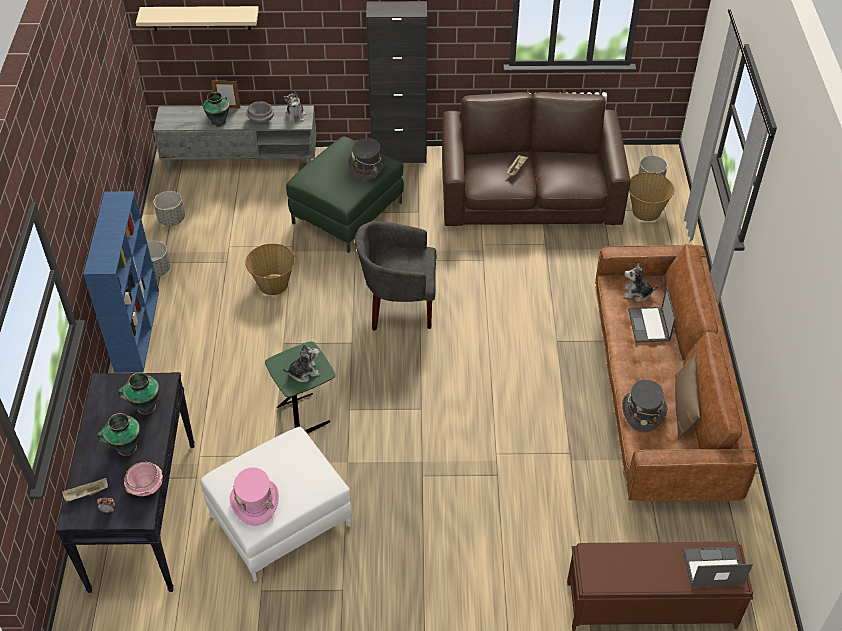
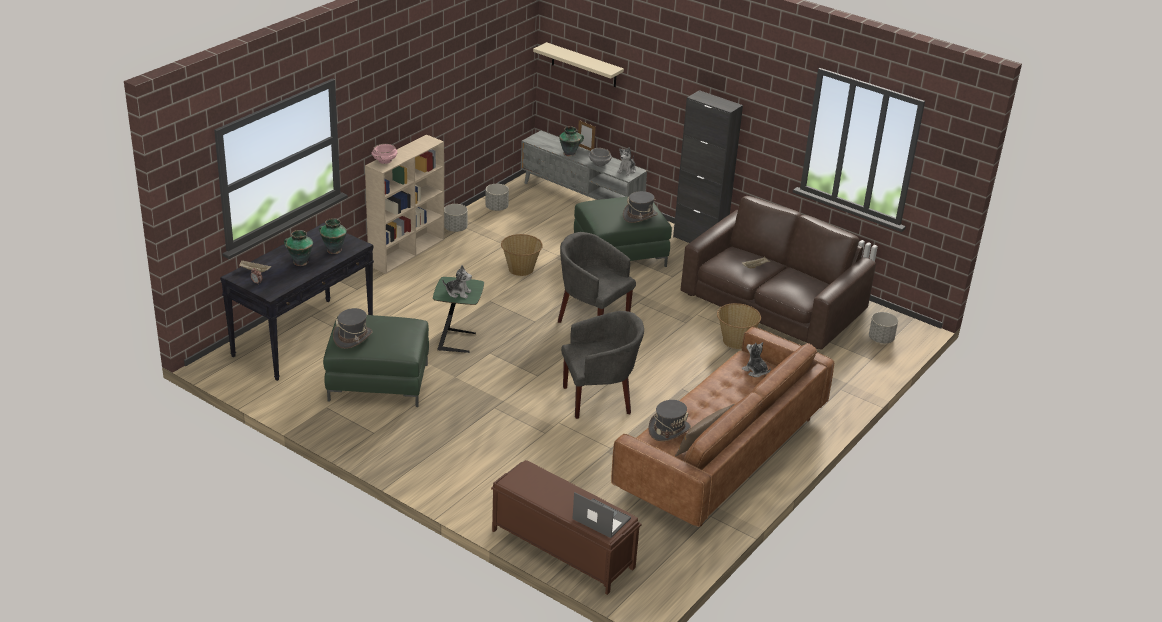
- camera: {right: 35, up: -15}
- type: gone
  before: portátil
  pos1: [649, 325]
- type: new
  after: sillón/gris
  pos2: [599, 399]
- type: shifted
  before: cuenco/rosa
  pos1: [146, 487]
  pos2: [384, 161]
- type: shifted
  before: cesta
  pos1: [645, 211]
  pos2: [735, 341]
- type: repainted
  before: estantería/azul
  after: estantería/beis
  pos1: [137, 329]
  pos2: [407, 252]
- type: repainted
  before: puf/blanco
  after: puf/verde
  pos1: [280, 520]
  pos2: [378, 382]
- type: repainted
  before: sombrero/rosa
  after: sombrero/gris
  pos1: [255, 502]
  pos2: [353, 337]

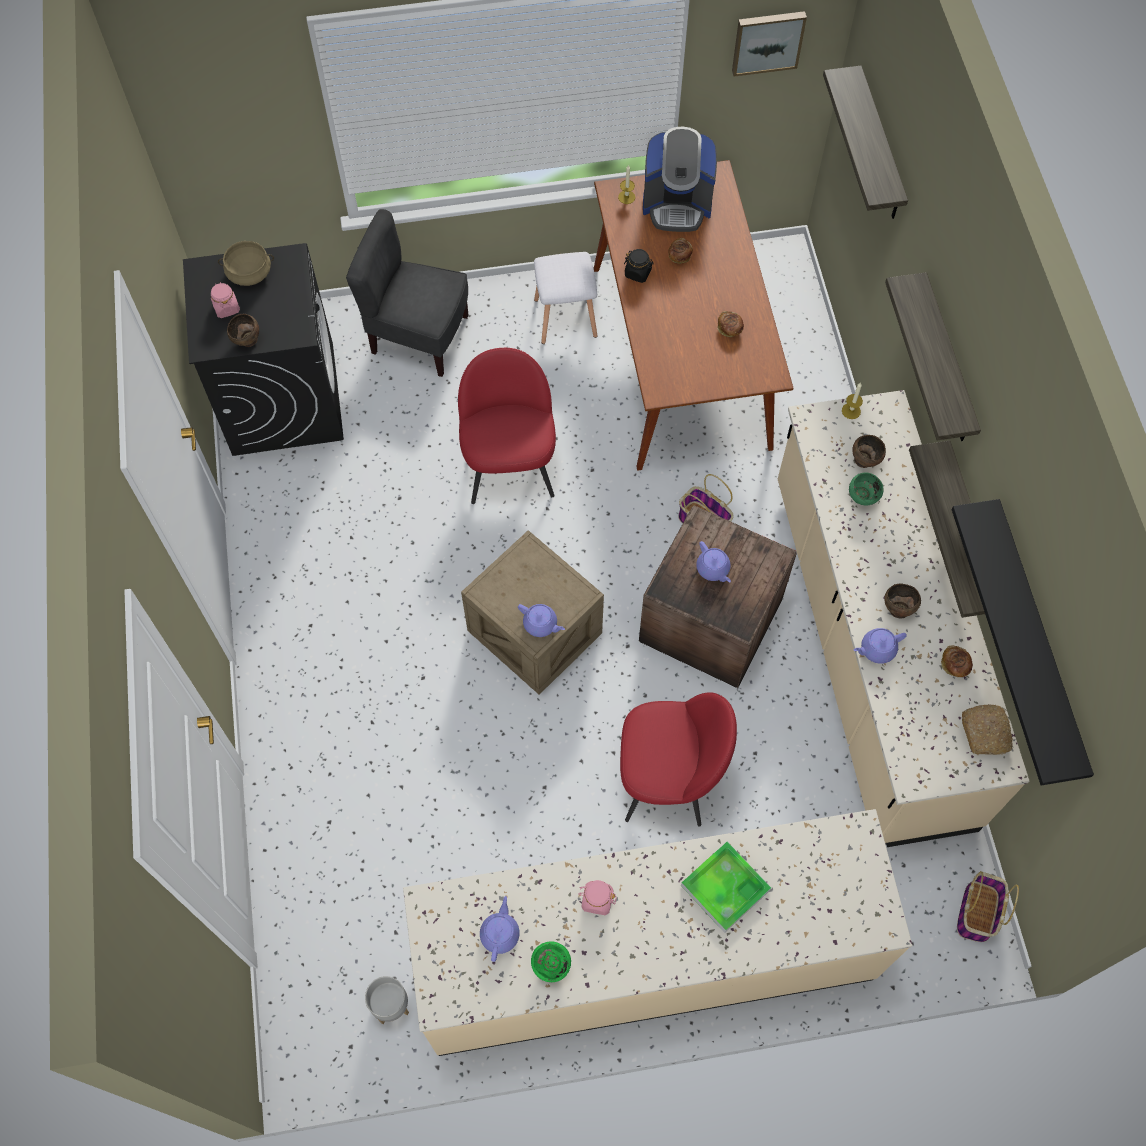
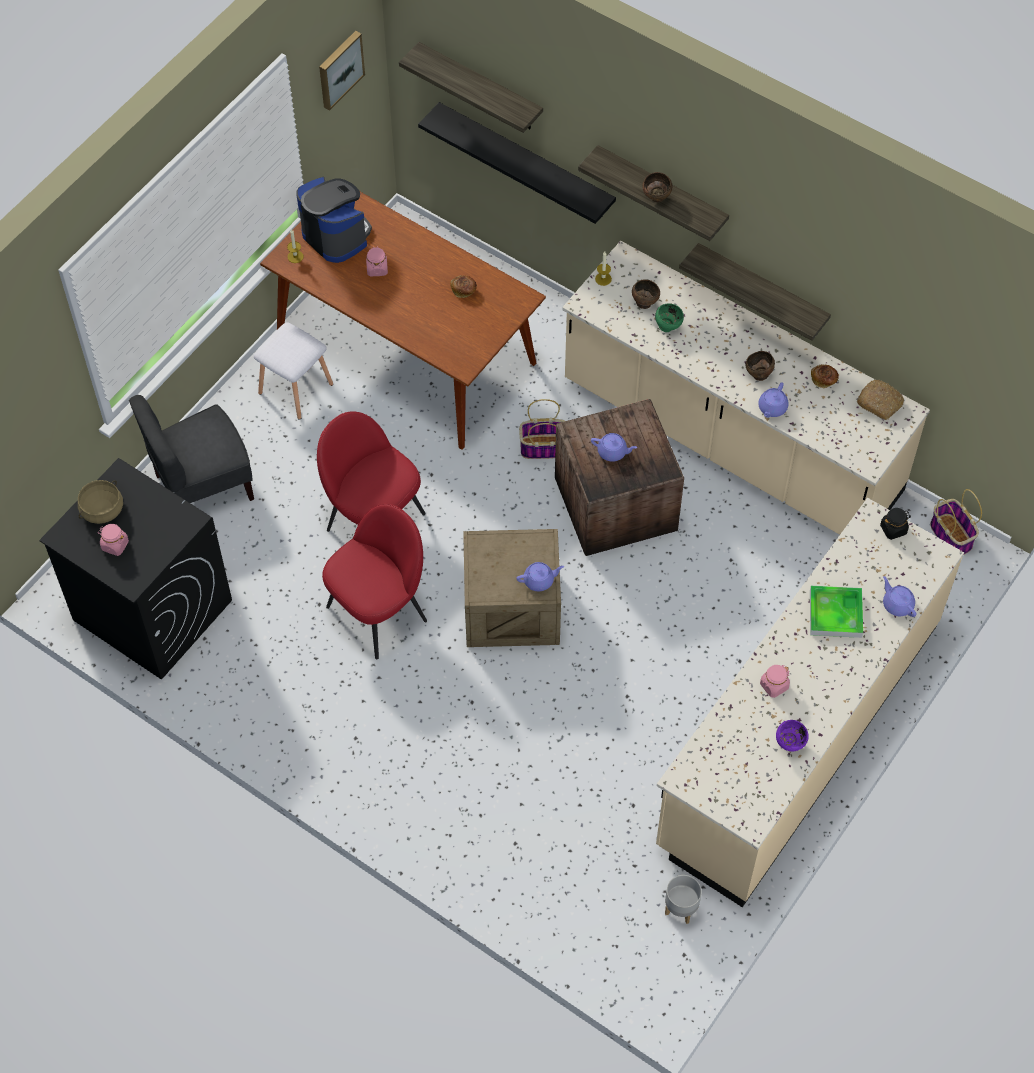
- camera: {right: -45, up: -5}
- type: shifted
  before: cuenco/marrón
  pos1: [247, 341]
  pos2: [657, 198]
- type: shifted
  before: tetera/morado
  pos1: [500, 933]
  pos2: [897, 604]
- type: shifted
  before: silla/rojo
  pos1: [668, 780]
  pos2: [379, 612]
- type: shifted
  before: tarro/negro
  pos1: [638, 273]
  pos2: [893, 529]
- type: shifted
  before: estante/negro
  pos1: [1036, 641]
  pos2: [526, 161]
- type: swapped
  before: pan
  after: tarro/rosa
  pos1: [679, 256]
  pos2: [377, 269]
- type: repainted
  before: cuenco/verde
  after: cuenco/morado
  pos1: [552, 966]
  pos2: [790, 743]
- type: rotated
  before: cafetera
  pos1: [677, 205]
  pos2: [336, 235]
  turn: -90

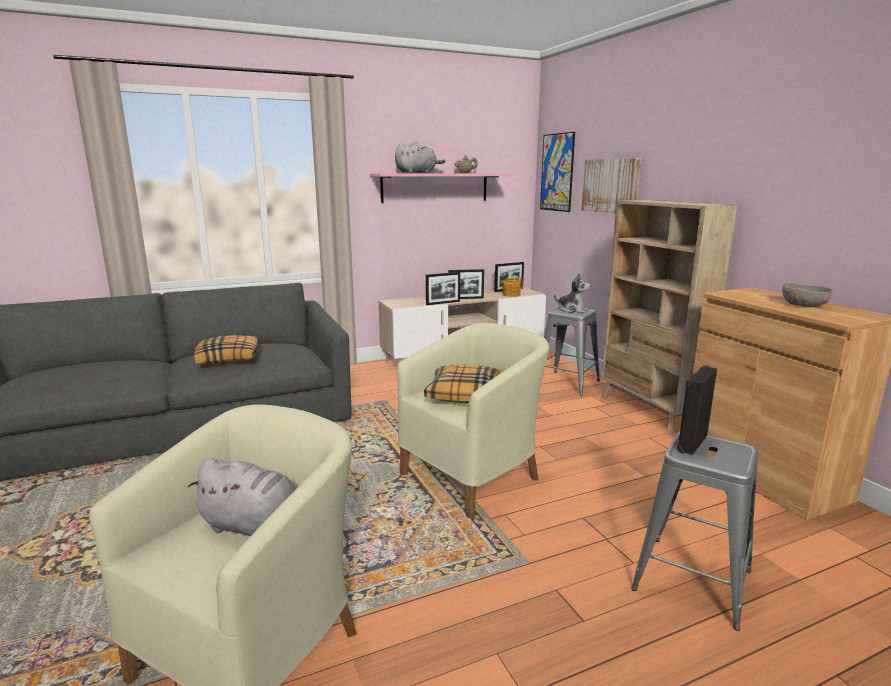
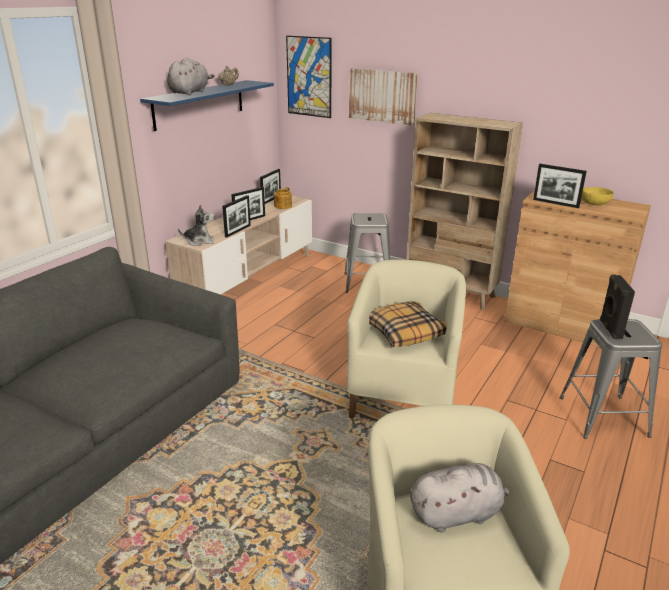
- camera: {right: -35, up: 10}
- type: gone
  before: cojín
  pos1: [229, 358]
- type: new
  after: portarretratos
  pos2: [555, 203]
- type: shifted
  before: peluche
  pos1: [572, 310]
  pos2: [199, 241]
- type: repainted
  before: estante/rosa
  after: estante/azul
  pos1: [435, 187]
  pos2: [199, 104]
- type: repainted
  before: cuenco/gris
  after: cuenco/amarillo
  pos1: [804, 305]
  pos2: [594, 203]

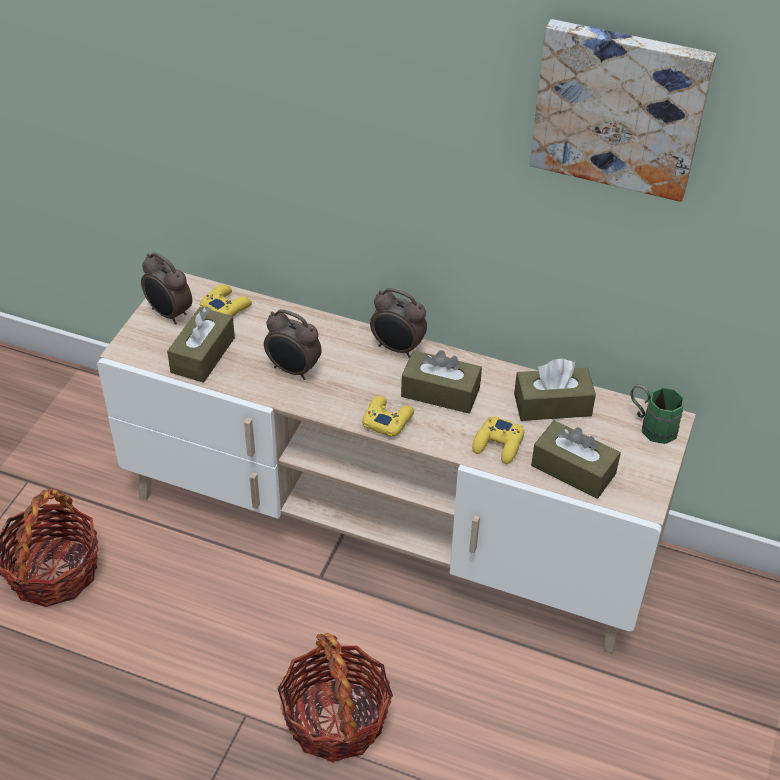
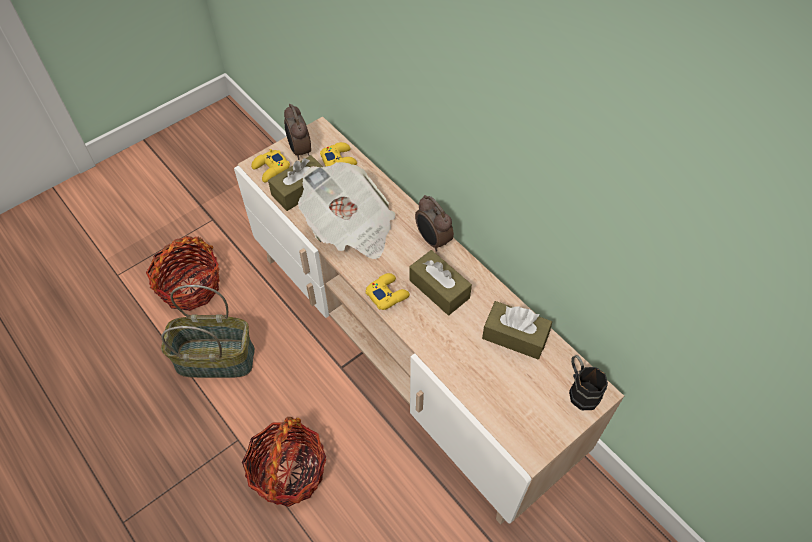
- camera: {right: 30, up: 10}
- type: gone
  before: cuadro
  pos1: [620, 107]
- type: gone
  before: caja de pañuelos/marrón
  pos1: [573, 470]
- type: new
  after: cesta
  pos2: [216, 358]
- type: shifted
  before: mando de consola/amarillo
  pos1: [498, 444]
  pos2: [271, 169]
- type: swapped
  before: despertador
  after: periódico
  pos1: [293, 370]
  pos2: [350, 227]
- type: repainted
  before: taza grande/verde
  after: taza grande/negro
  pos1: [651, 426]
  pos2: [580, 389]

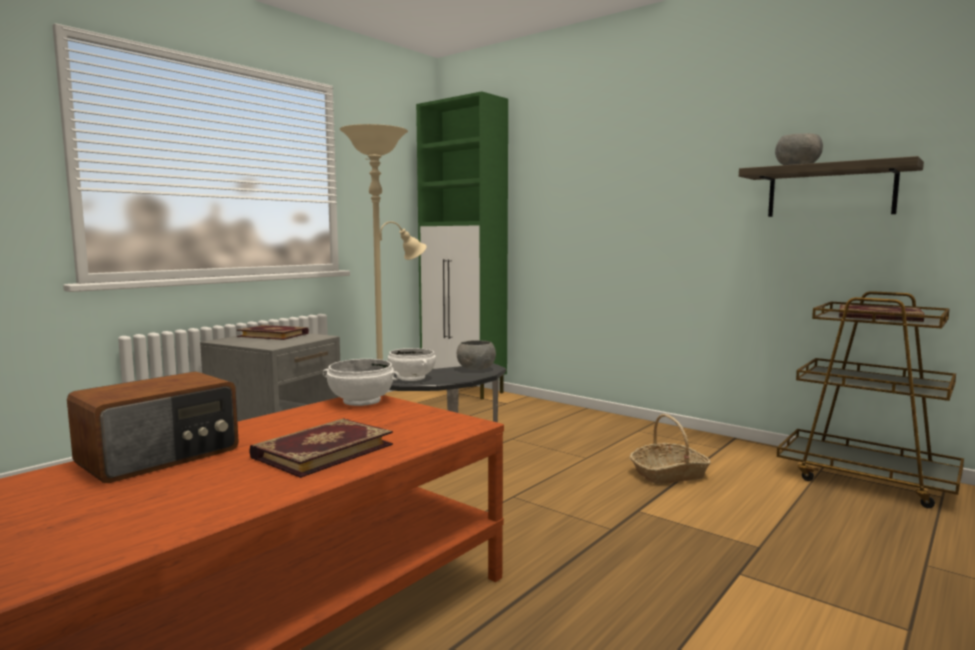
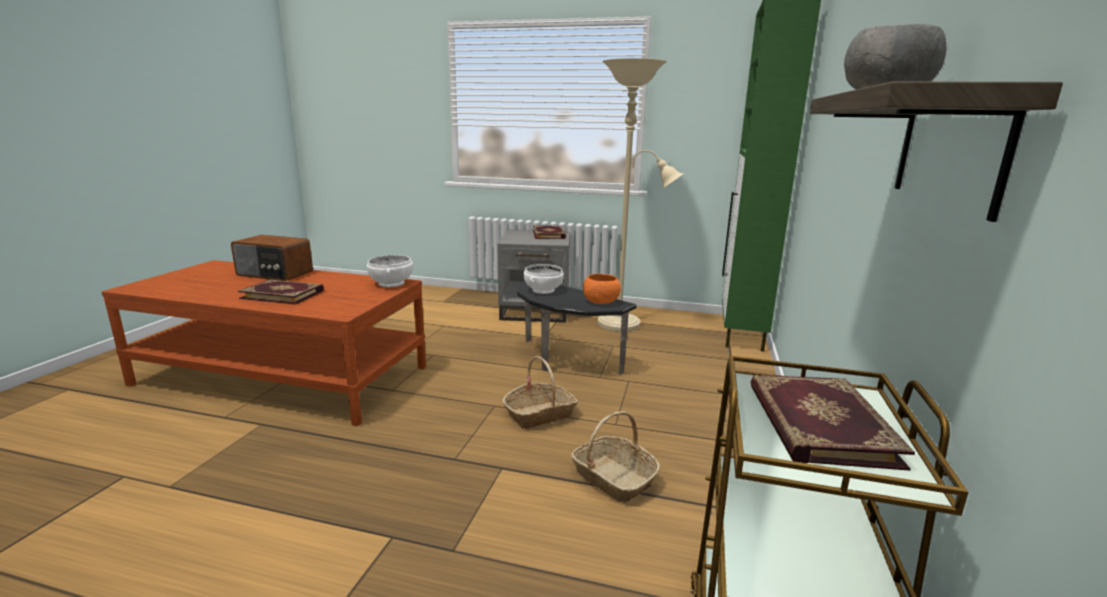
- camera: {right: 65, up: 10}
- type: new
  after: cesta
  pos2: [540, 414]
- type: repainted
  before: cuenco/gris
  after: cuenco/naranja
  pos1: [476, 369]
  pos2: [601, 302]

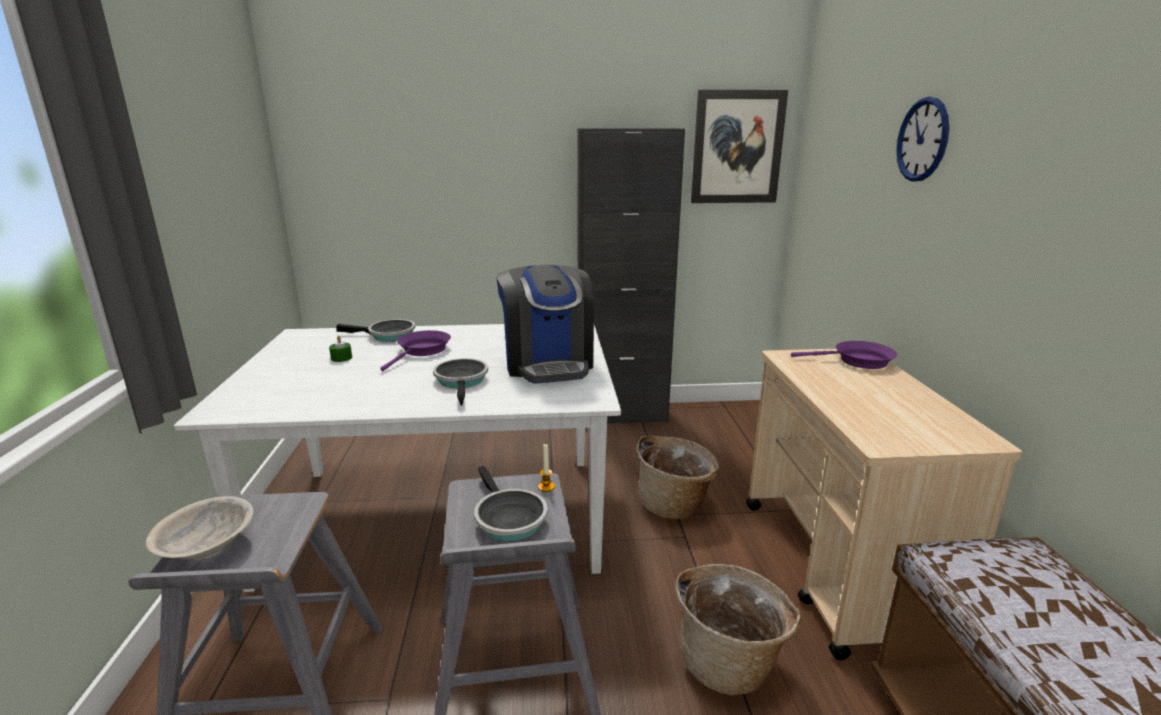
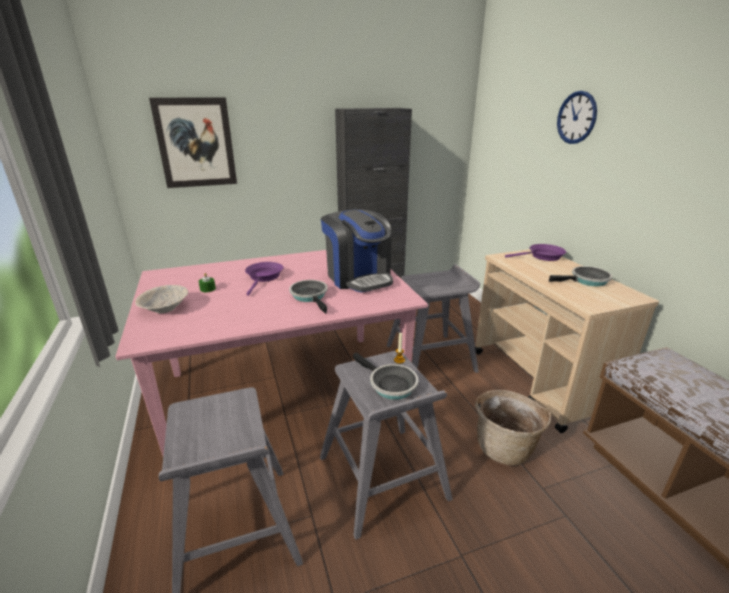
- camera: {right: -15, up: 5}
- type: shifted
  before: cuenco/beis
  pos1: [208, 547]
  pos2: [165, 308]
- type: shifted
  before: sartén
  pos1: [388, 335]
  pos2: [587, 280]
- type: shifted
  before: cuadro
  pos1: [737, 147]
  pos2: [196, 143]
- type: swapped
  before: cesta
  after: taburete/gris
  pos1: [674, 504]
  pos2: [431, 358]
- type: repainted
  before: mesa de comedor/blanco
  after: mesa de comedor/rosa
  pos1: [442, 516]
  pos2: [285, 389]

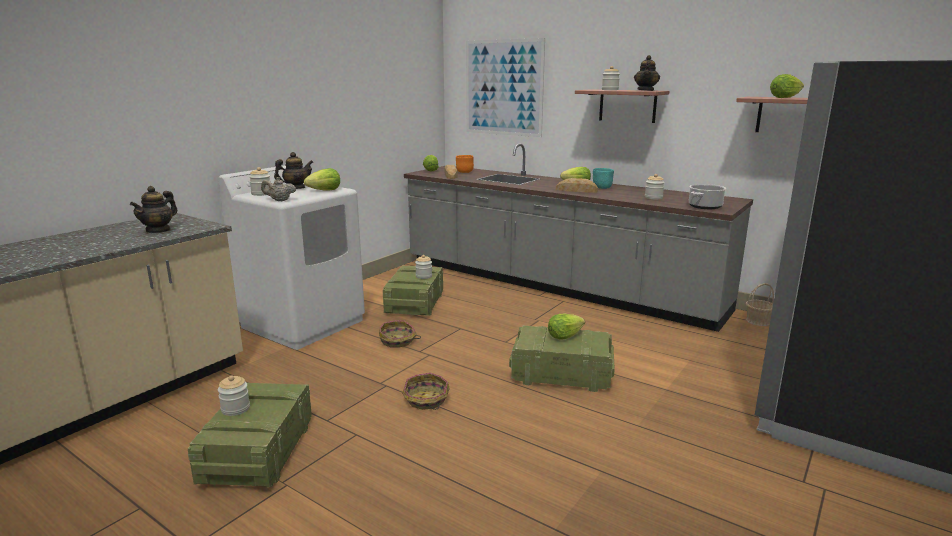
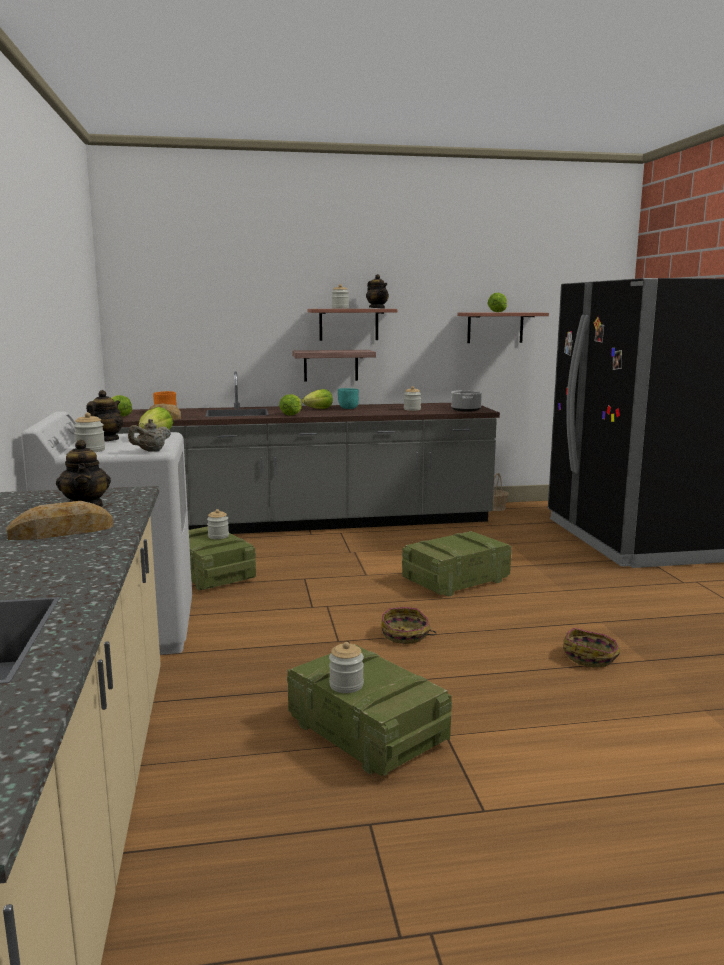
- camera: {right: -45, up: -5}
- type: gone
  before: cuadro
  pos1: [503, 88]
- type: new
  after: estante
  pos2: [331, 365]
- type: shifted
  before: cesta
  pos1: [398, 341]
  pos2: [591, 657]
- type: shifted
  before: lechuga
  pos1: [564, 336]
  pos2: [291, 414]
- type: shifted
  before: pan
  pos1: [576, 190]
  pos2: [61, 531]

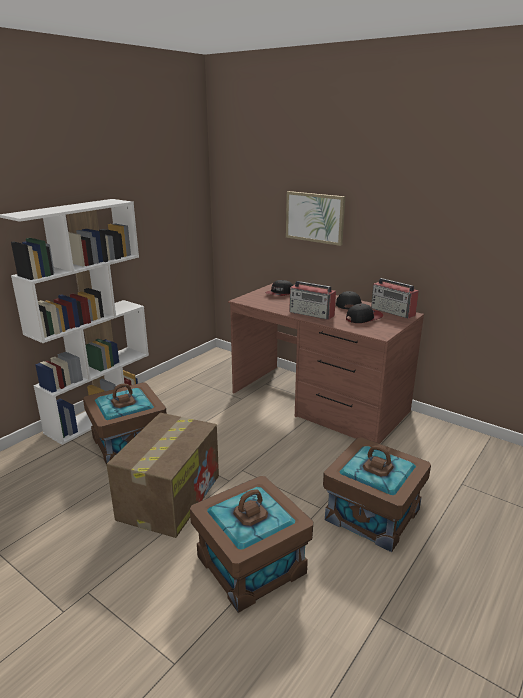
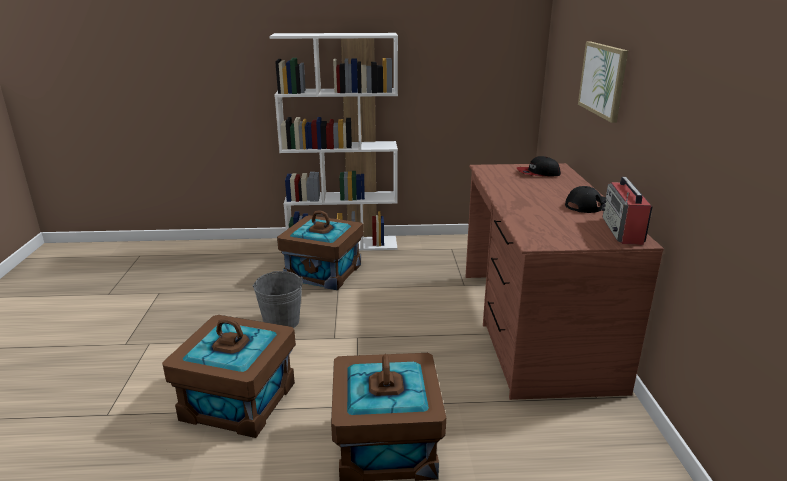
- camera: {right: 50, up: 0}
- type: gone
  before: radio
  pos1: [312, 314]
- type: gone
  before: gorra
  pos1: [364, 318]
- type: swapped
  before: caja de cartón
  after: cubo/gris
  pos1: [170, 496]
  pos2: [281, 322]

